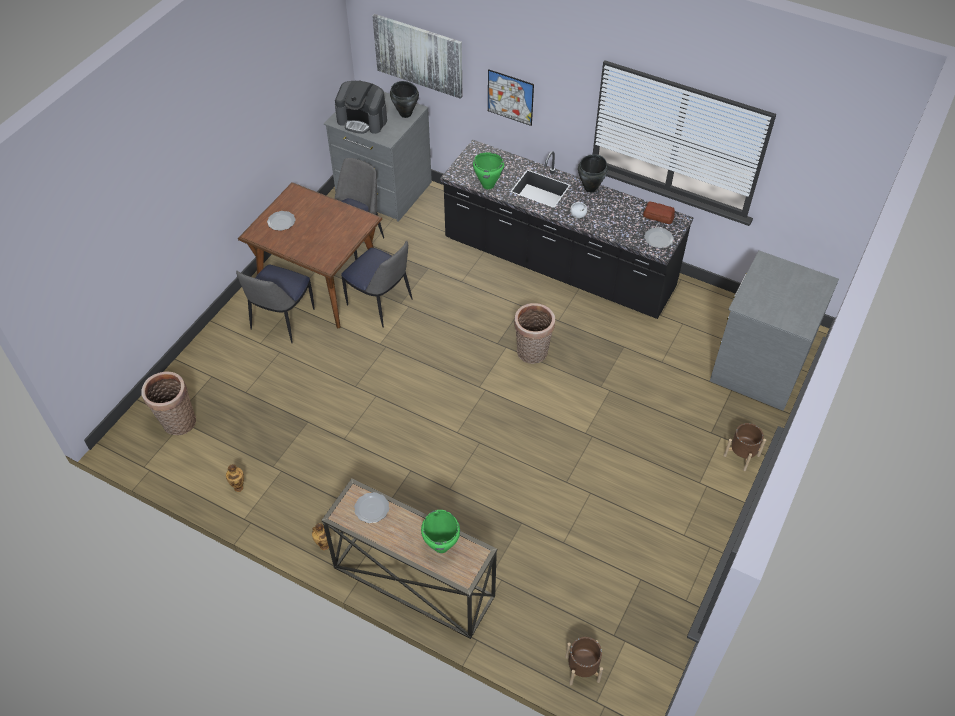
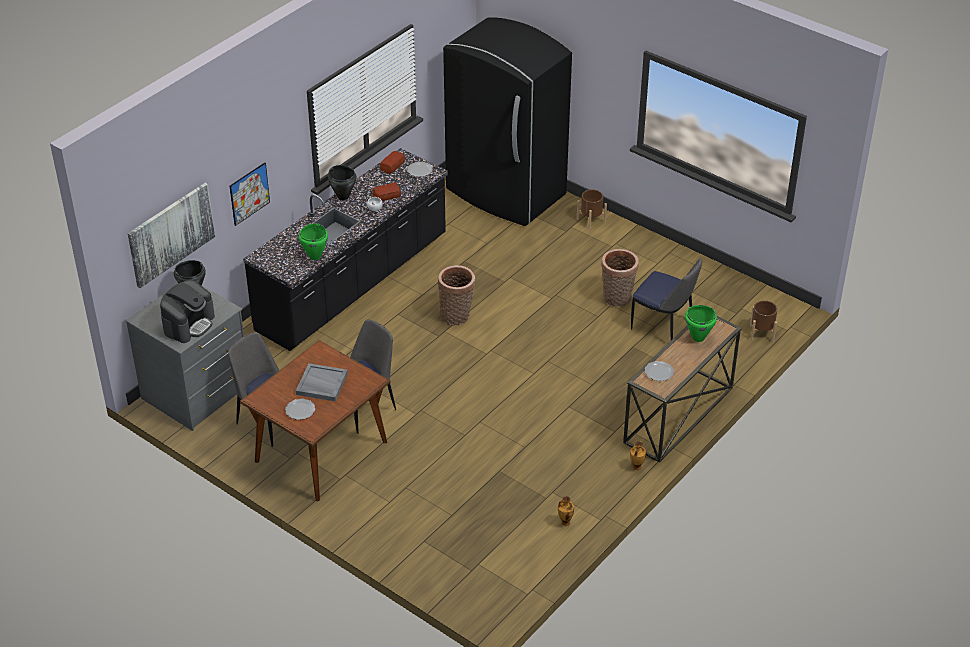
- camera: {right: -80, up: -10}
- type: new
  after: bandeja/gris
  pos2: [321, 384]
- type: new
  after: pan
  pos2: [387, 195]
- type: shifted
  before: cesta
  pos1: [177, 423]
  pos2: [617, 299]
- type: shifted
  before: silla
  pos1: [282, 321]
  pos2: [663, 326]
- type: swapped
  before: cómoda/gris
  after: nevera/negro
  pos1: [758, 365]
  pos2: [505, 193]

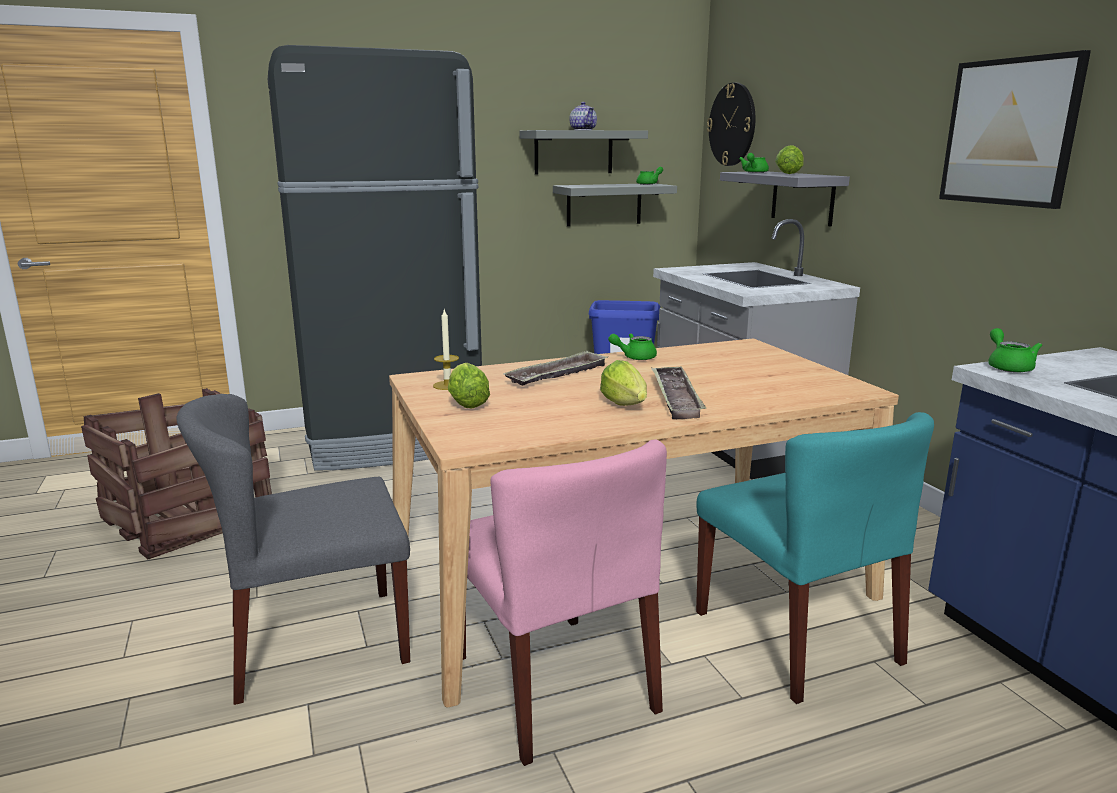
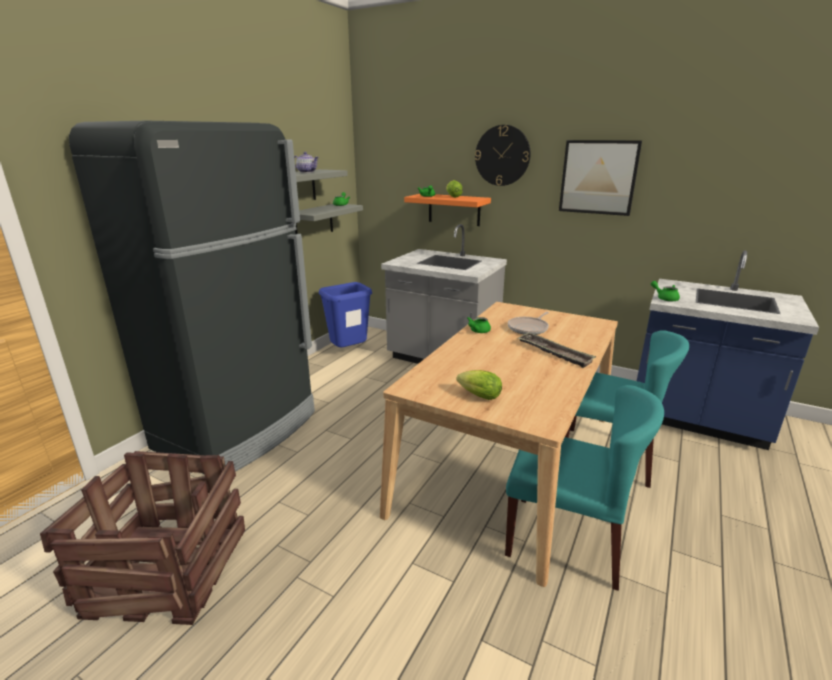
- camera: {right: -40, up: 5}
- type: gone
  before: silla/gris
  pos1: [316, 642]
- type: gone
  before: vela
  pos1: [447, 385]
- type: gone
  before: bandeja
  pos1: [557, 375]
- type: gone
  before: lechuga
  pos1: [626, 406]
- type: new
  after: sartén
  pos2: [529, 328]
- type: shifted
  before: reloj de pared
  pos1: [732, 124]
  pos2: [502, 155]
- type: repainted
  before: silla/rosa
  after: silla/turquesa
  pos1: [554, 684]
  pos2: [566, 539]
- type: repainted
  before: estante/gris
  after: estante/naranja
  pos1: [802, 198]
  pos2: [454, 209]

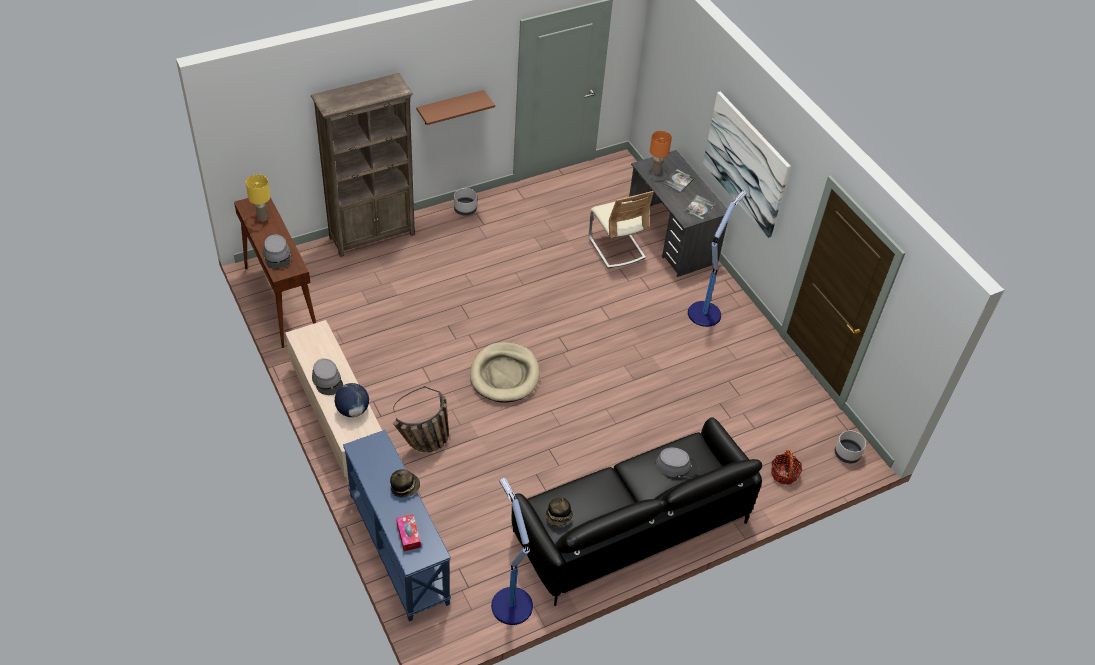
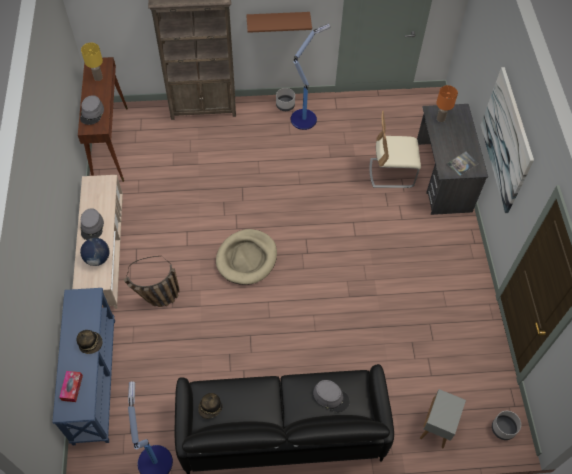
- camera: {right: 25, up: 10}
- type: gone
  before: libro
  pos1: [678, 181]
- type: shifted
  before: lámpara de pie
  pos1: [704, 313]
  pos2: [304, 118]
- type: swapped
  before: cesta
  after: mesa auxiliar/gris
  pos1: [784, 474]
  pos2: [436, 427]
- type: rotated
  before: silla/beis
  pos1: [616, 248]
  pos2: [391, 173]
  turn: 90

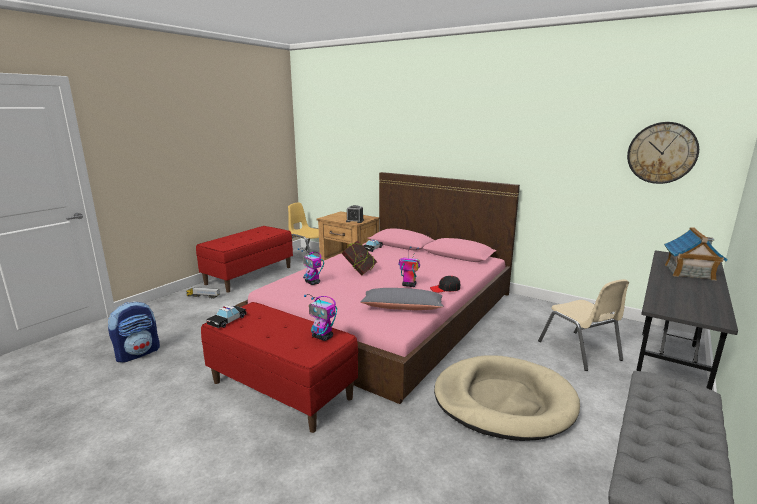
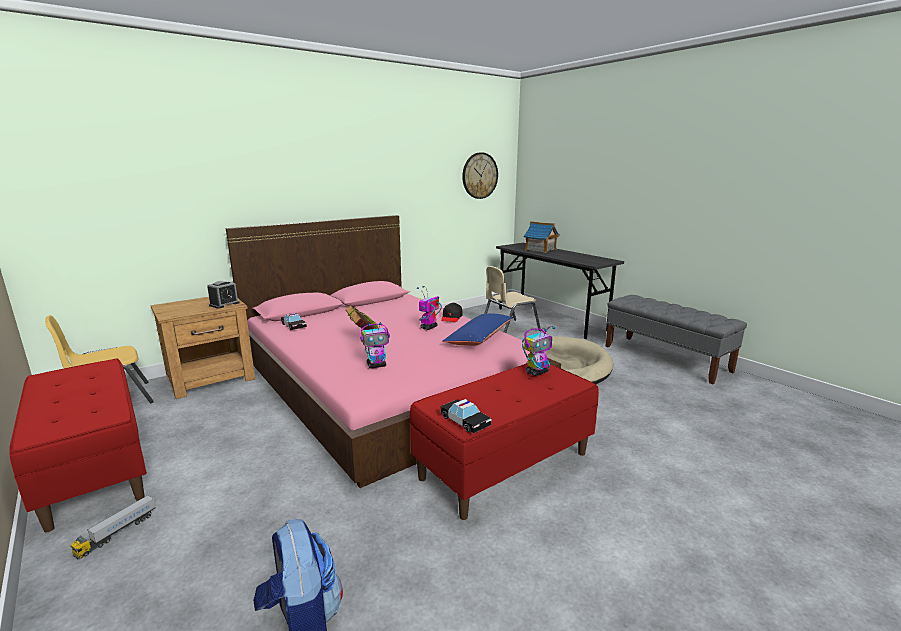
- camera: {right: -70, up: 0}
- type: repainted
  before: cojín/gris
  after: cojín/azul
  pos1: [402, 307]
  pos2: [479, 338]
- type: rotated
  before: silla/beis
  pos1: [579, 351]
  pos2: [509, 329]
  turn: 150

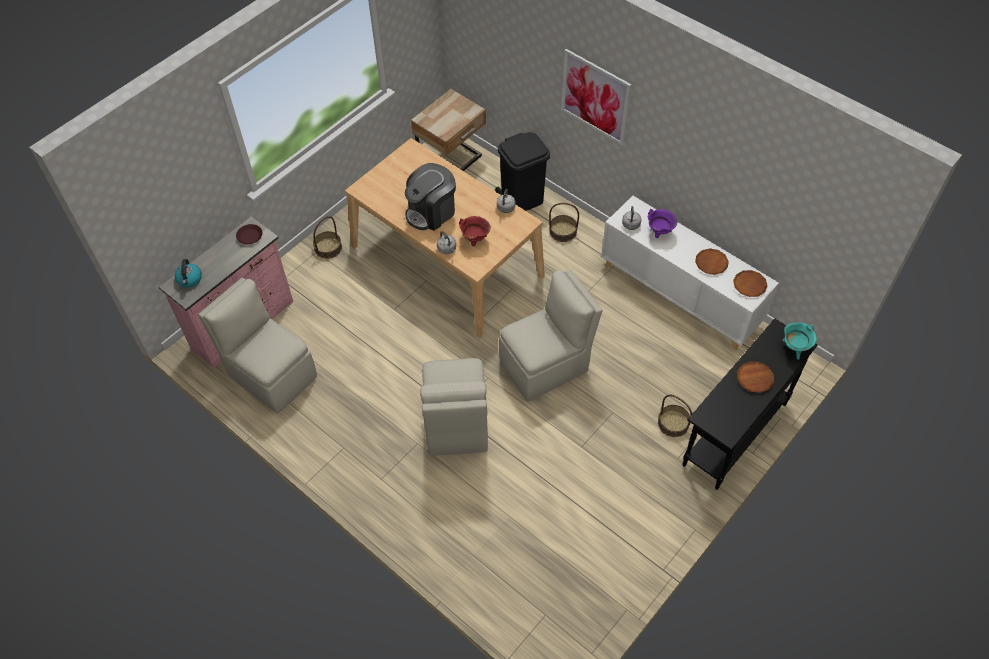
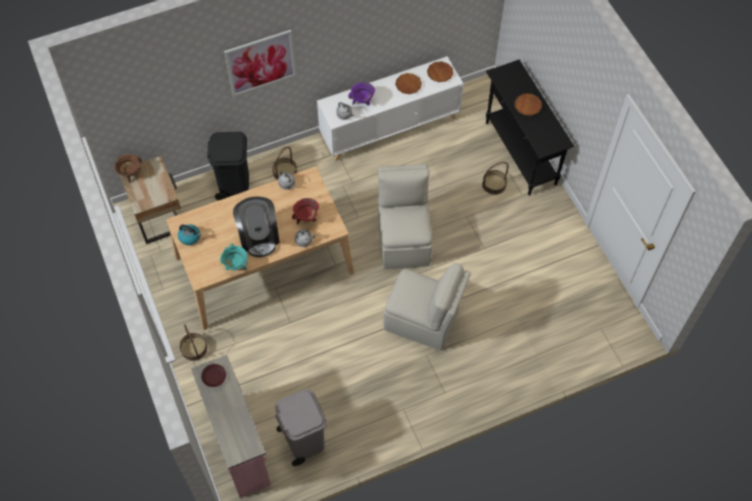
- camera: {right: -65, up: 5}
- type: new
  after: olla/marrón
  pos2: [130, 174]
- type: shifted
  before: hervidor
  pos1: [189, 279]
  pos2: [190, 237]
- type: shifted
  before: olla/turquesa
  pos1: [794, 348]
  pos2: [236, 266]
- type: swapped
  before: silla/beis
  after: papelera/gris
  pos1: [271, 374]
  pos2: [303, 440]

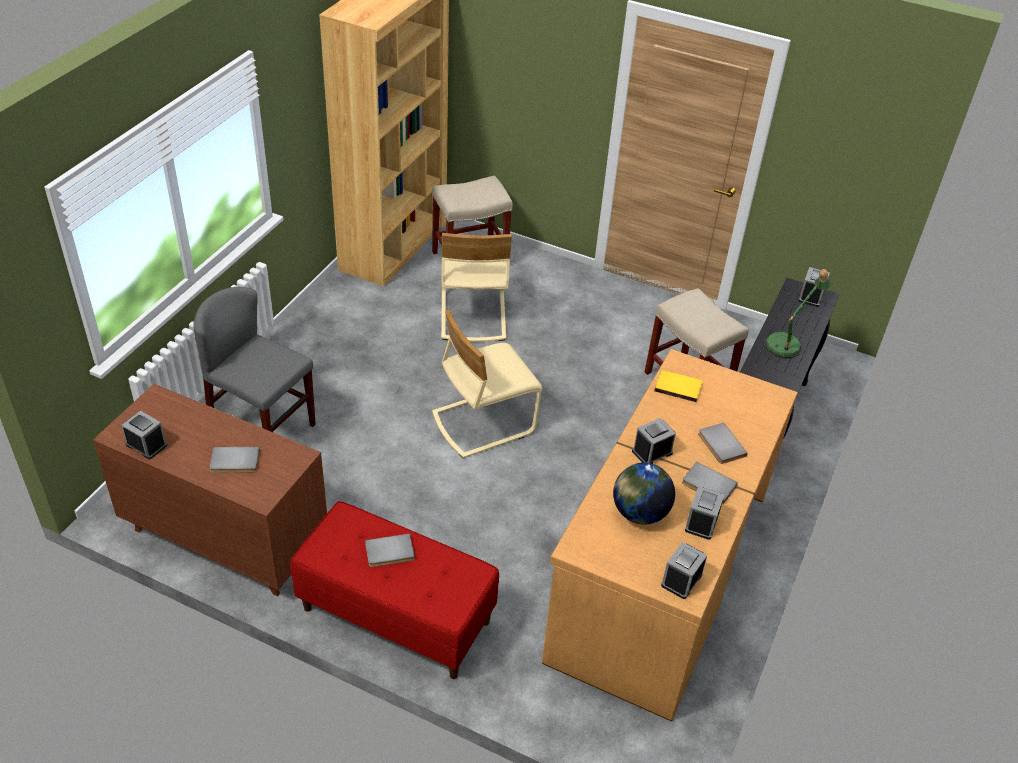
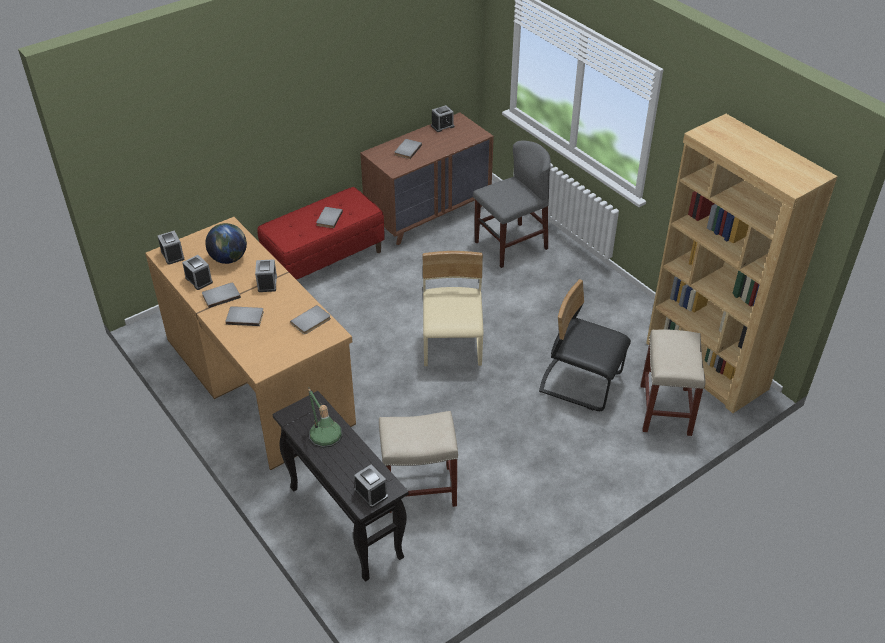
- camera: {right: 120, up: 0}
- type: repainted
  before: silla/beis
  after: silla/negro
  pos1: [472, 316]
  pos2: [580, 383]
- type: repainted
  before: libro/amarillo
  after: libro/gris
  pos1: [678, 386]
  pos2: [311, 321]

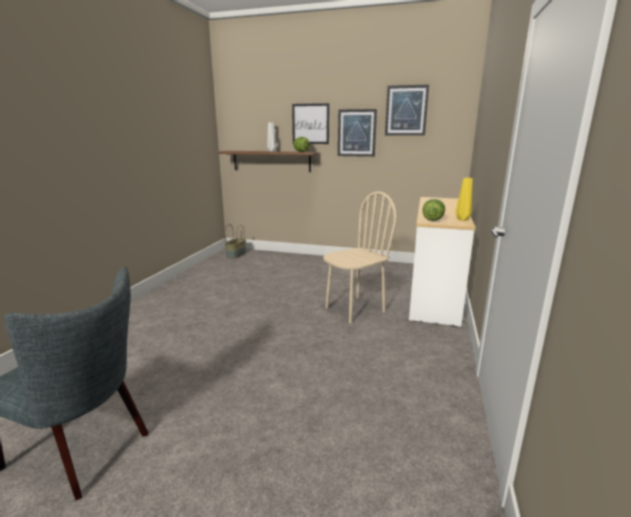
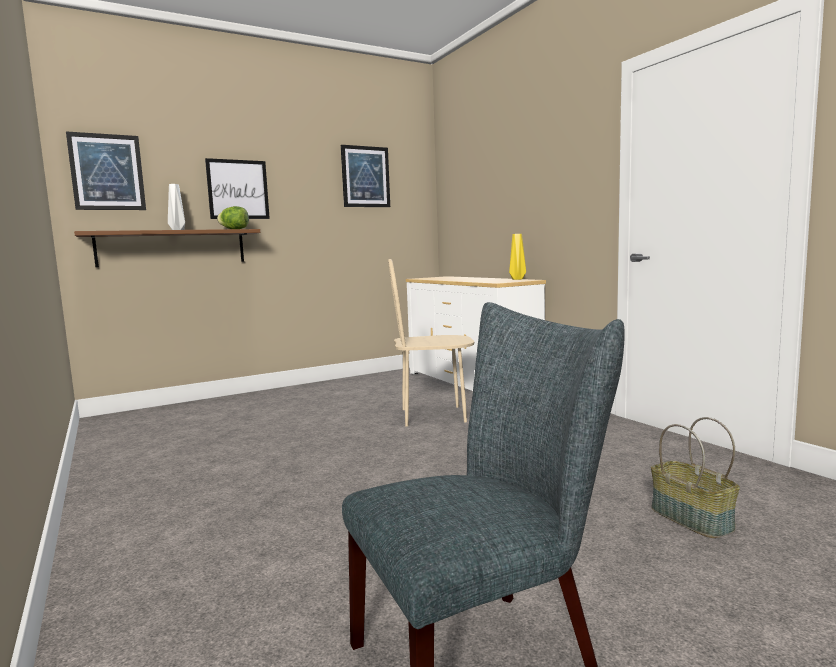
- camera: {right: -45, up: -10}
- type: gone
  before: lechuga
  pos1: [432, 220]
- type: shifted
  before: cesta
  pos1: [236, 254]
  pos2: [689, 519]
- type: shifted
  before: cuadro
  pos1: [356, 133]
  pos2: [107, 172]
- type: rotated
  before: silla/beis
  pos1: [354, 309]
  pos2: [433, 415]
  turn: -105

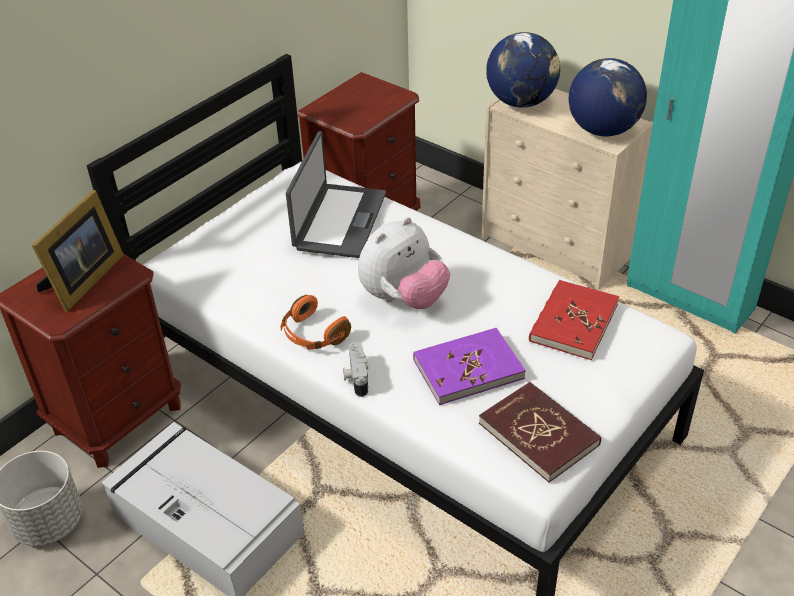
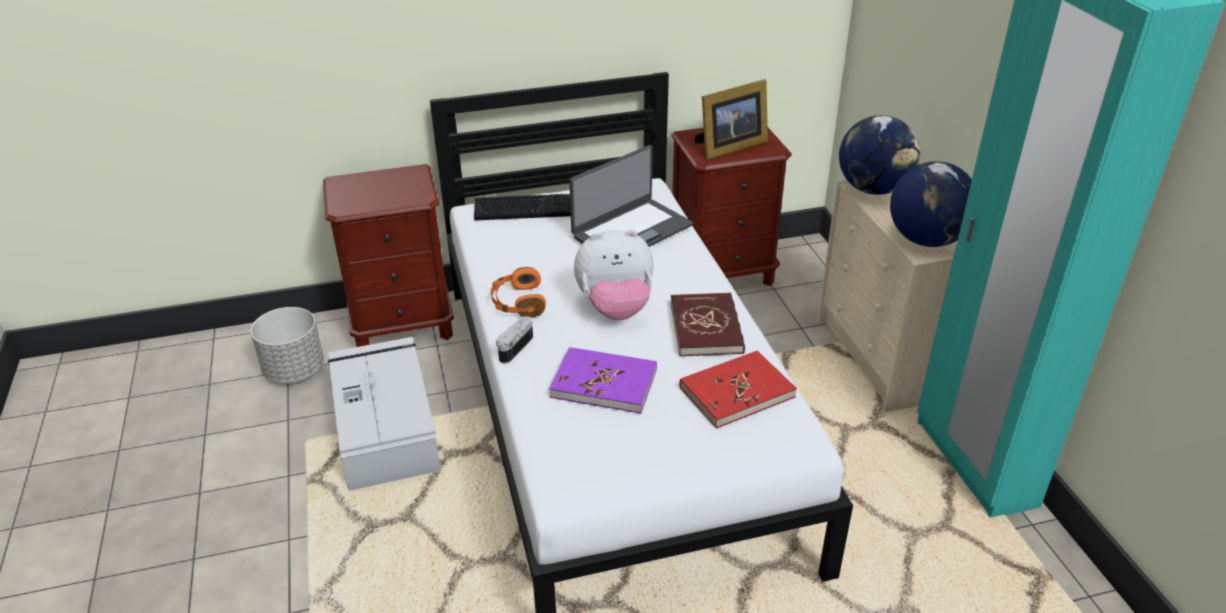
- camera: {right: 35, up: -5}
- type: new
  after: teclado
  pos2: [533, 208]
- type: shifted
  before: portarretratos
  pos1: [83, 281]
  pos2: [728, 147]
- type: shifted
  before: libro/rojo
  pos1: [539, 434]
  pos2: [706, 328]

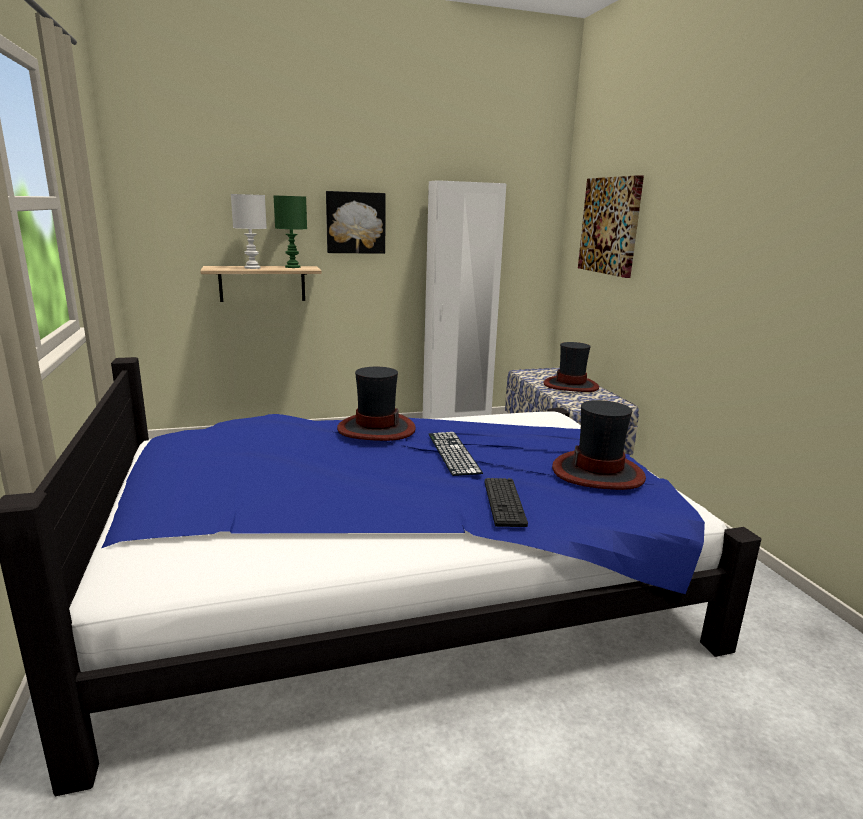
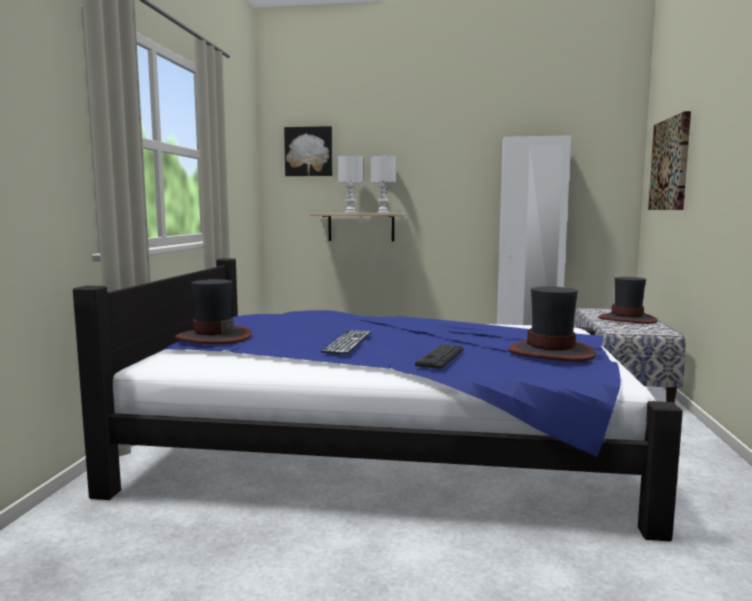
- camera: {right: 25, up: -10}
- type: shifted
  before: cuadro
  pos1: [355, 222]
  pos2: [309, 151]
- type: shifted
  before: sombrero
  pos1: [376, 429]
  pos2: [213, 337]
- type: shifted
  before: teclado
  pos1: [453, 453]
  pos2: [347, 342]
- type: repainted
  before: lámpara de mesa/verde
  after: lámpara de mesa/blanco
  pos1: [293, 267]
  pos2: [383, 212]

